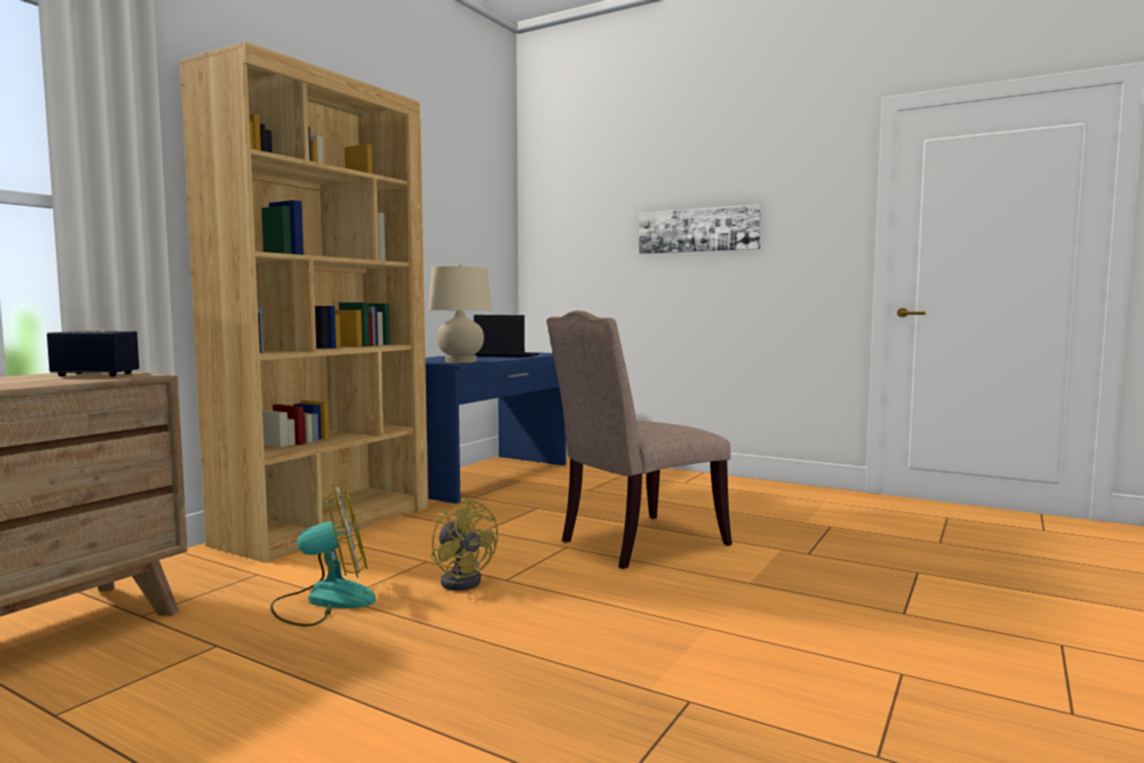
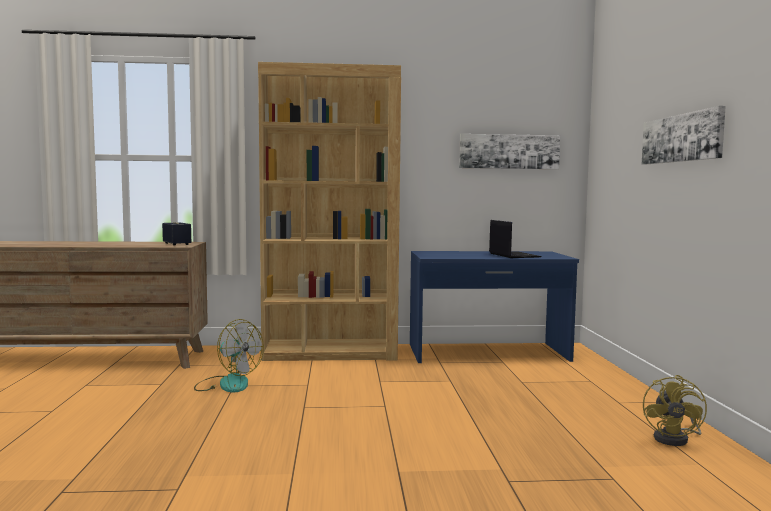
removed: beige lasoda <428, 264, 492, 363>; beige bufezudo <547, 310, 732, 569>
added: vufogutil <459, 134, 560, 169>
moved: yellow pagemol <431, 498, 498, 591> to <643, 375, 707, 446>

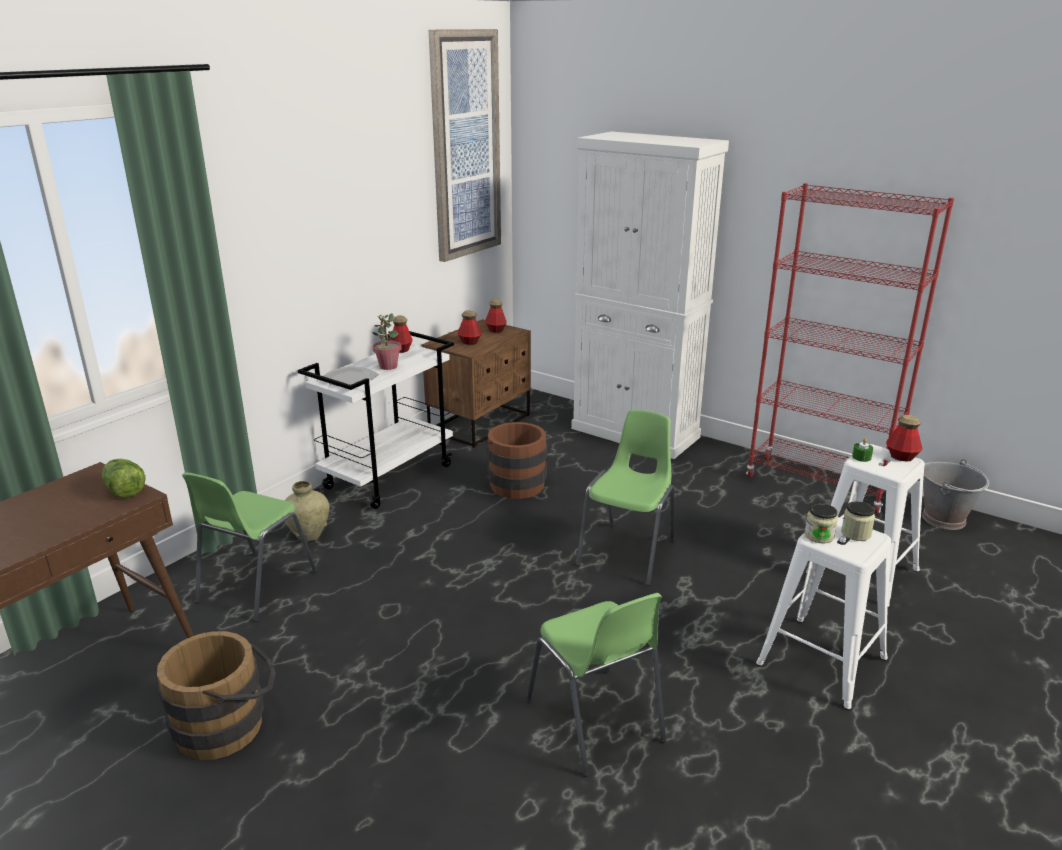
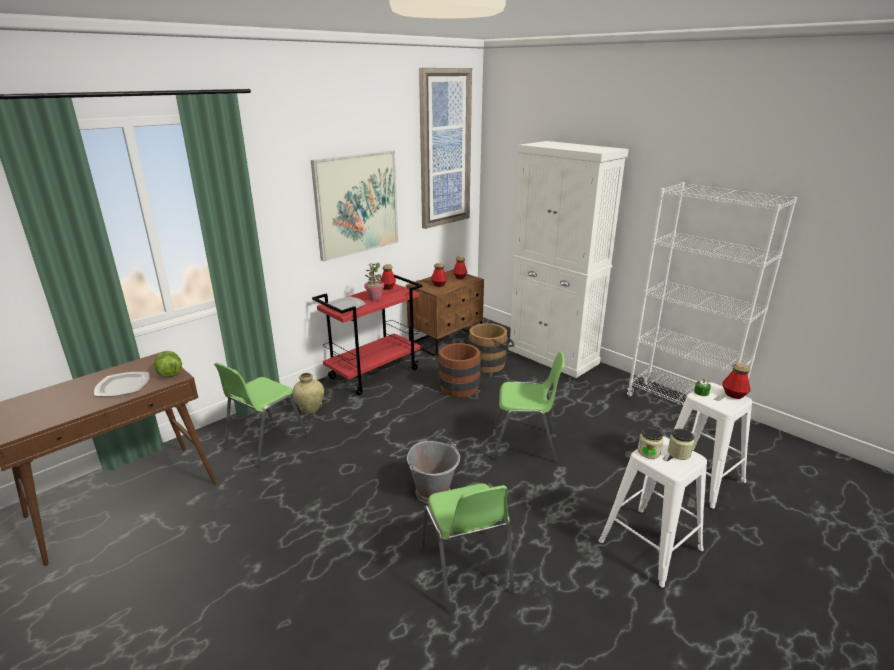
added: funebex <94, 372, 149, 396>; vufogutil <311, 151, 398, 261>
moved: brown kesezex <157, 631, 276, 760> to <468, 323, 515, 373>; grey kesezex <922, 459, 989, 530> to <407, 441, 460, 504>
recoloured: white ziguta <298, 331, 454, 509> to red ziguta <312, 275, 423, 396>; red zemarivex <746, 183, 954, 514> to white zemarivex <627, 182, 797, 405>
turned: green bufezudo <576, 410, 675, 586> = <492, 351, 565, 462> 60 degrees clockwise

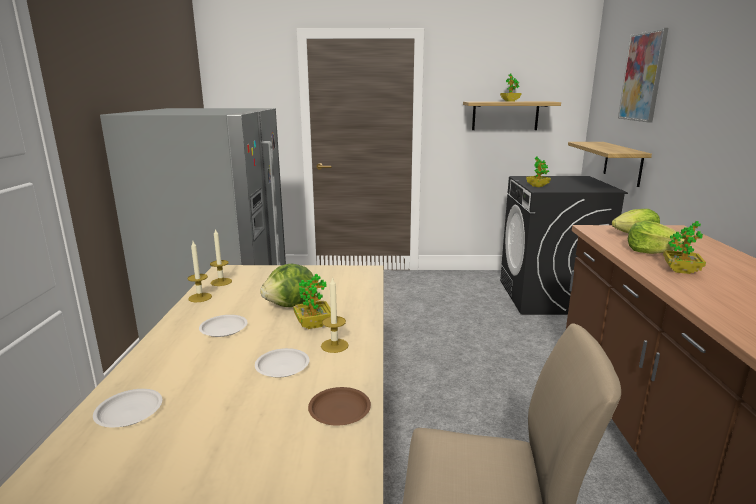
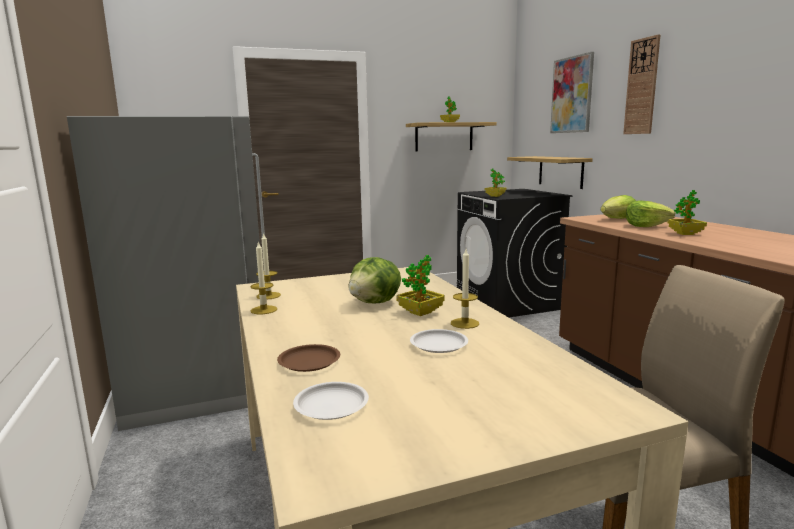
removed: white funebex <199, 315, 248, 337>
added: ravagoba <623, 34, 660, 134>
moved: brown funebex <308, 387, 371, 426> to <277, 344, 340, 372>

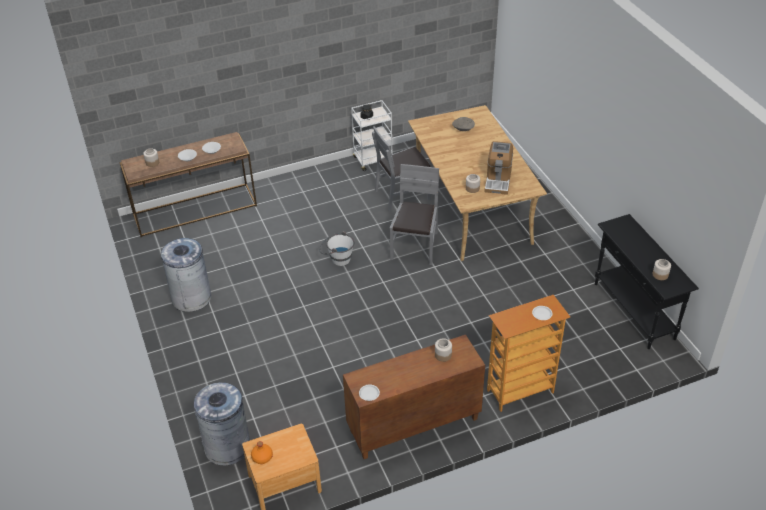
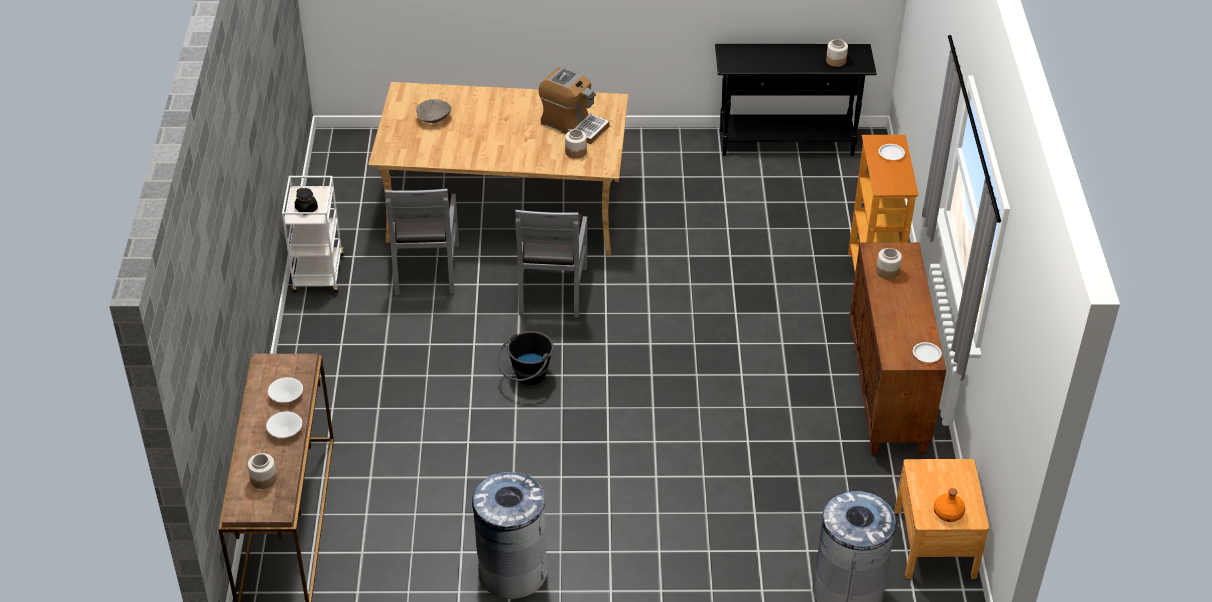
recoloured: white kesezex <319, 231, 354, 266> to black kesezex <497, 331, 554, 385>
turned: grey bufezudo <390, 164, 439, 265> = <515, 210, 587, 318> 120 degrees counterclockwise

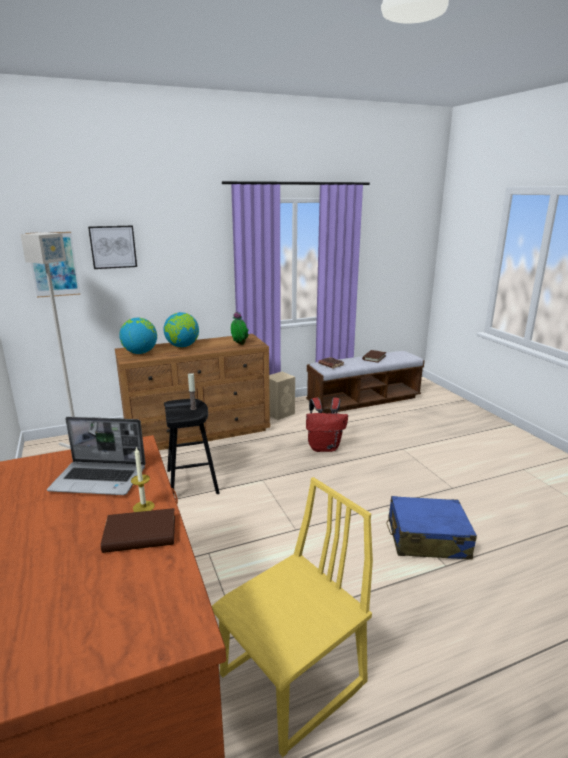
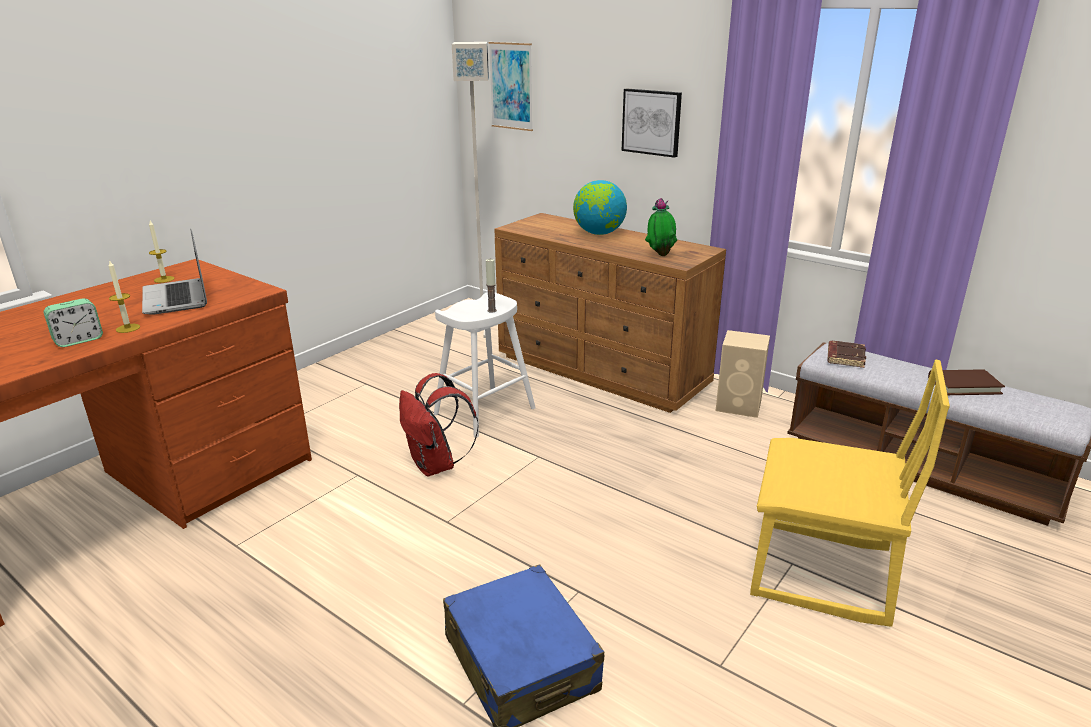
removed: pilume <119, 318, 157, 354>
added: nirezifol <149, 220, 175, 283>
moved: vufogutil <88, 226, 137, 269> to <622, 89, 682, 158>; yellow bufezudo <212, 477, 373, 757> to <750, 360, 950, 627>; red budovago <306, 397, 348, 452> to <399, 373, 479, 477>
replaced: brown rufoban <101, 508, 175, 553> to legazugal <44, 298, 103, 347>
recoloured: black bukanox <165, 399, 219, 494> to white bukanox <434, 292, 536, 438>

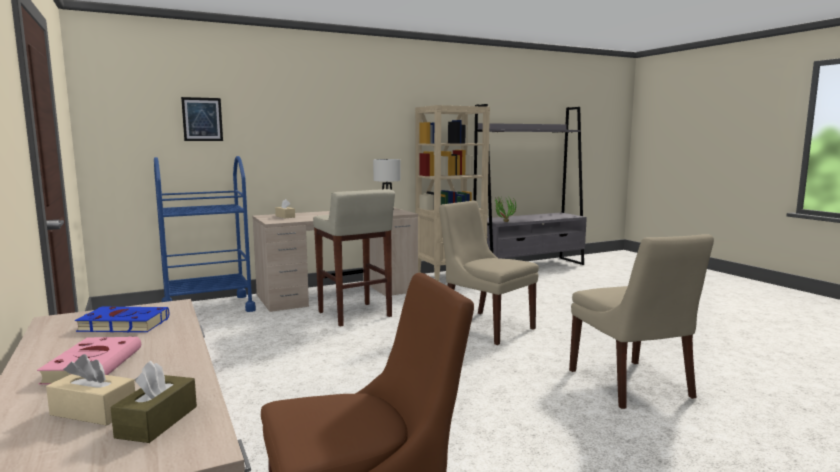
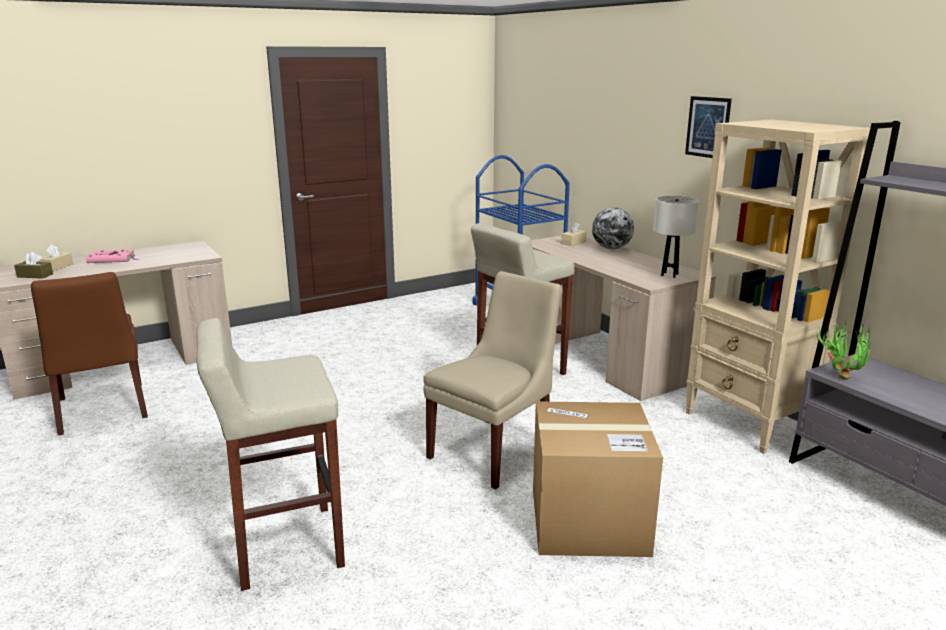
removed: blue rufoban <75, 307, 169, 332>
added: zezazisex <533, 401, 663, 557>; pilume <592, 207, 634, 249>
moved: vufogutil <181, 97, 223, 141> to <685, 96, 732, 158>
replaced: beige bufezudo <569, 234, 714, 409> to beige bukanox <196, 318, 345, 591>

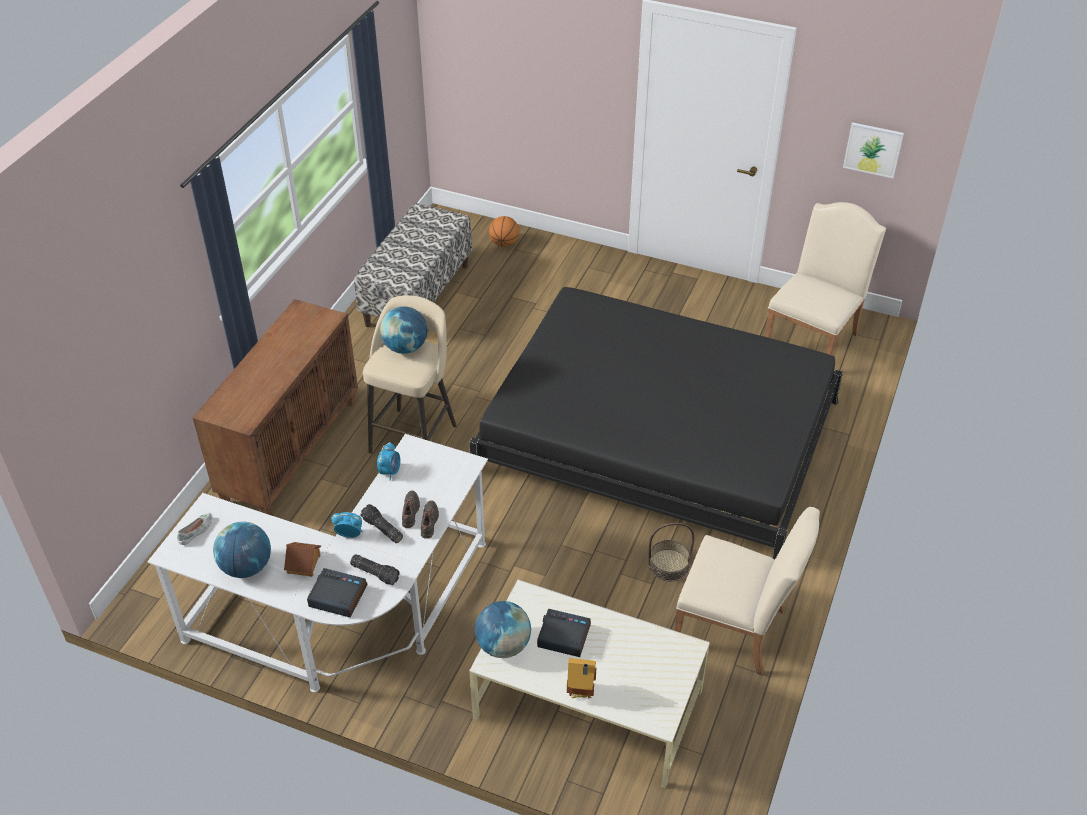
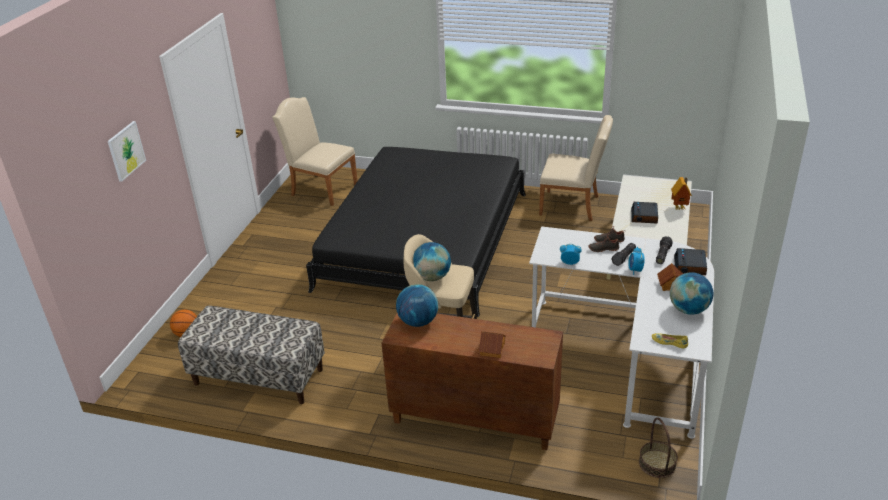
added: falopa <479, 331, 506, 358>
moved: pilume <475, 601, 531, 658> to <396, 284, 438, 327>; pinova <648, 523, 694, 582> to <639, 417, 678, 478>; vufogutil <843, 122, 904, 178> to <108, 121, 146, 182>
recoloured: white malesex <177, 513, 213, 545> to yellow malesex <652, 333, 688, 348>
turned: beige bufezudo <674, 507, 820, 676> = <539, 115, 613, 221> 90 degrees clockwise

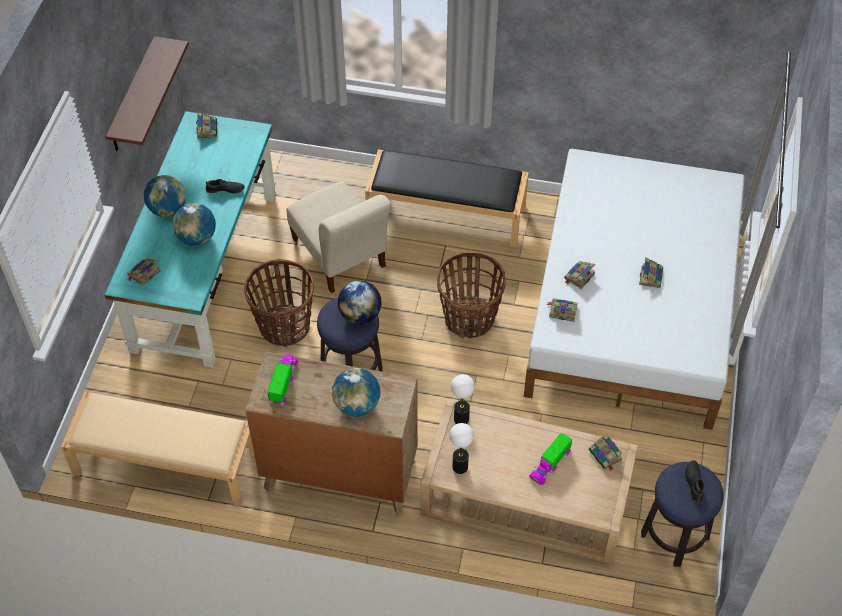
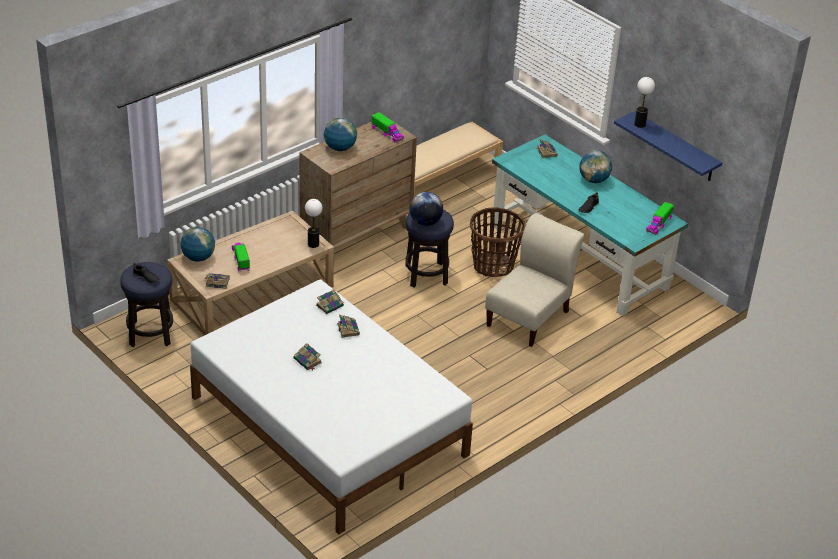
removed: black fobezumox <365, 149, 529, 247>; pinova <437, 252, 506, 338>
moved: pilume <173, 203, 216, 245> to <181, 227, 215, 262>; lasoda <450, 423, 474, 474> to <634, 77, 655, 128>
replaced: rufoban <196, 113, 217, 139> to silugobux <646, 202, 674, 235>
recoloured: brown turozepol <106, 36, 189, 151> to blue turozepol <614, 111, 722, 181>
turned: beige bufezudo <286, 182, 391, 293> = <485, 213, 584, 347> 120 degrees clockwise

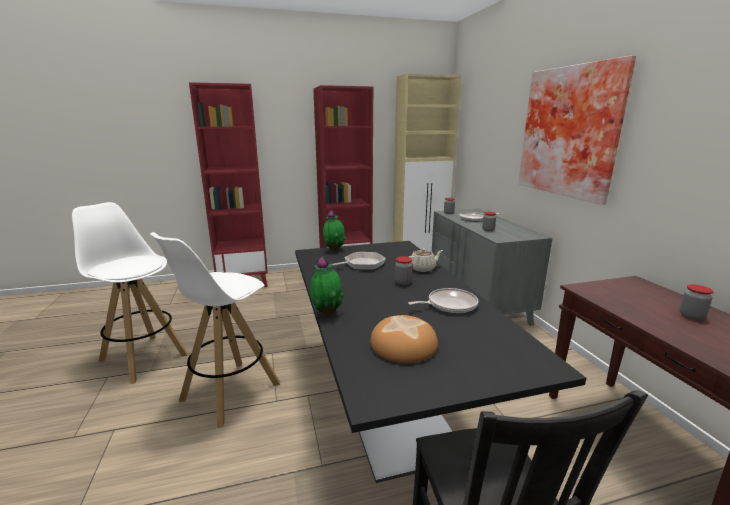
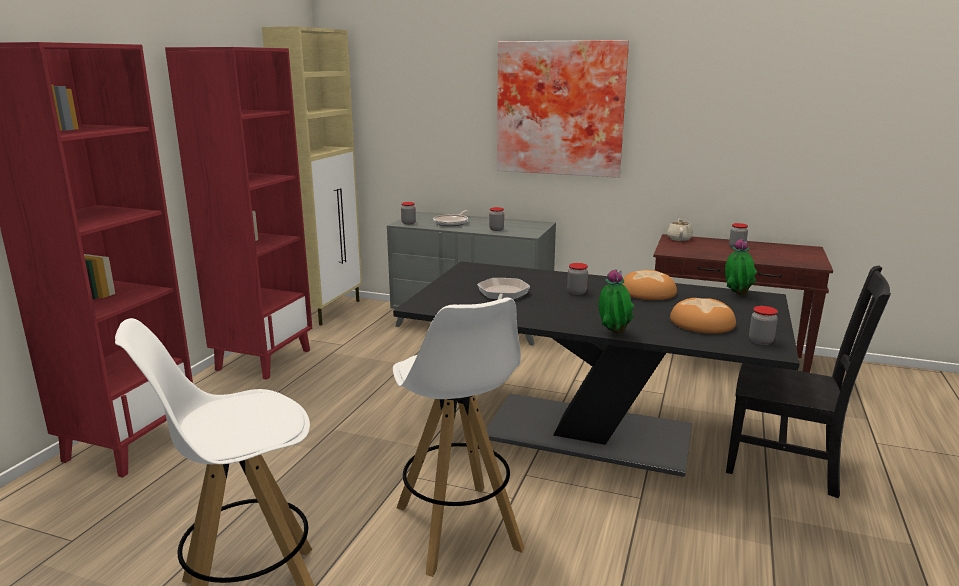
added: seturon <749, 306, 778, 345>
moved: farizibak <323, 210, 346, 251> to <725, 239, 757, 296>; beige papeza <409, 248, 443, 272> to <666, 219, 693, 241>
replaced: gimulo <408, 288, 478, 314> to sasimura <622, 270, 677, 300>

